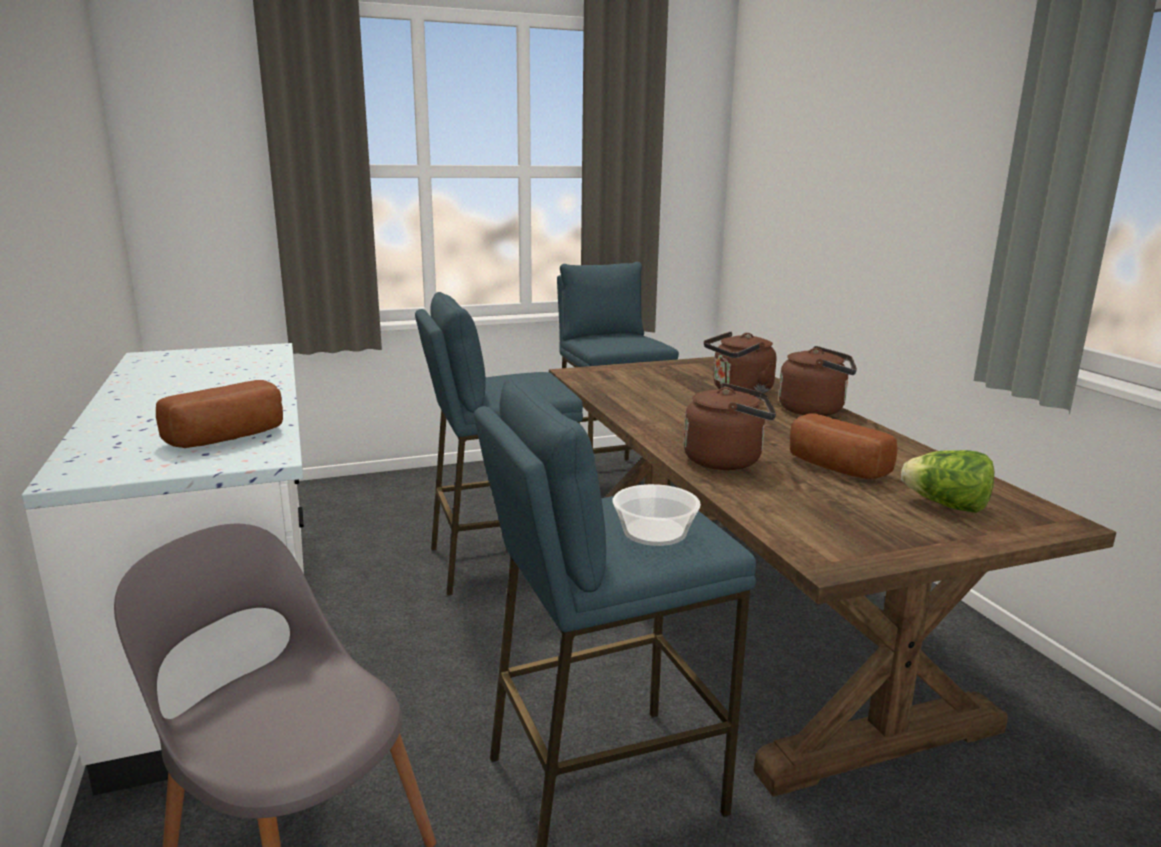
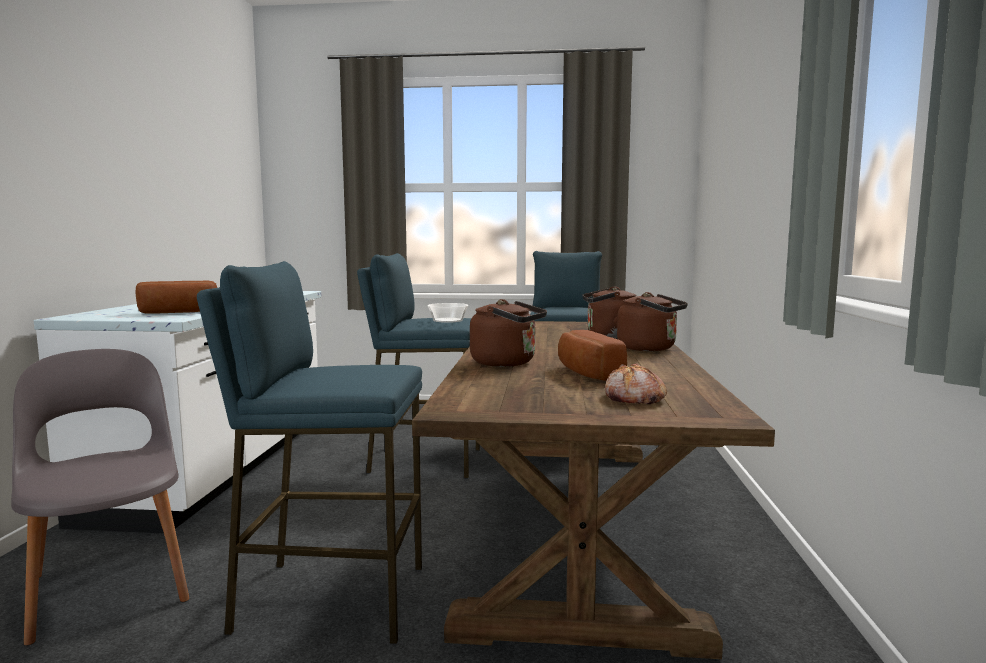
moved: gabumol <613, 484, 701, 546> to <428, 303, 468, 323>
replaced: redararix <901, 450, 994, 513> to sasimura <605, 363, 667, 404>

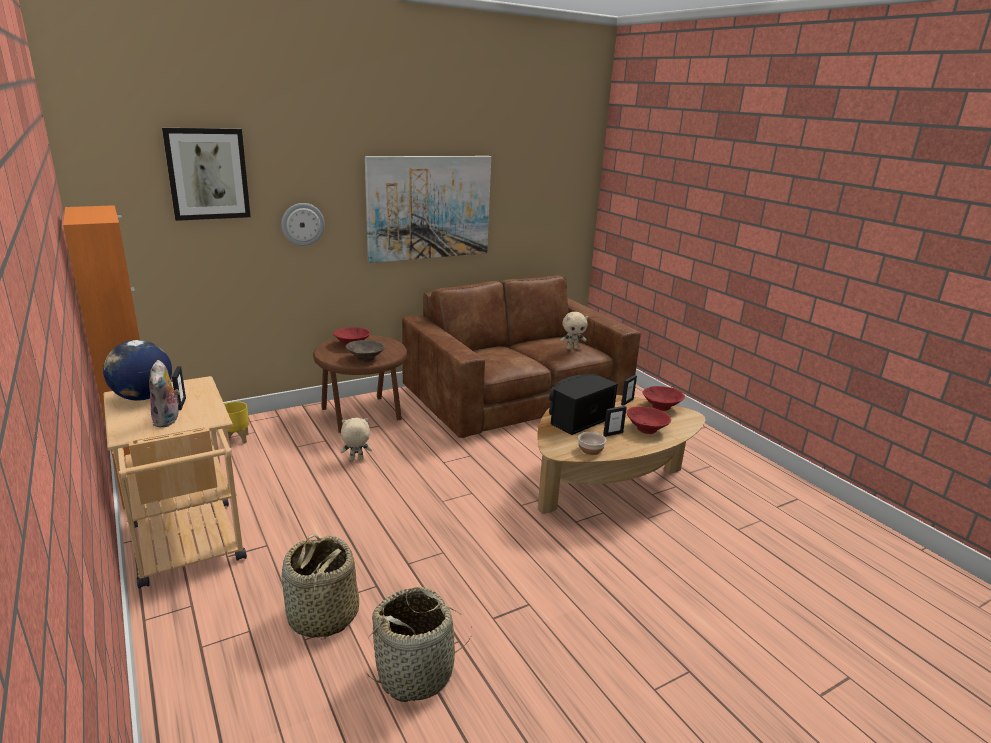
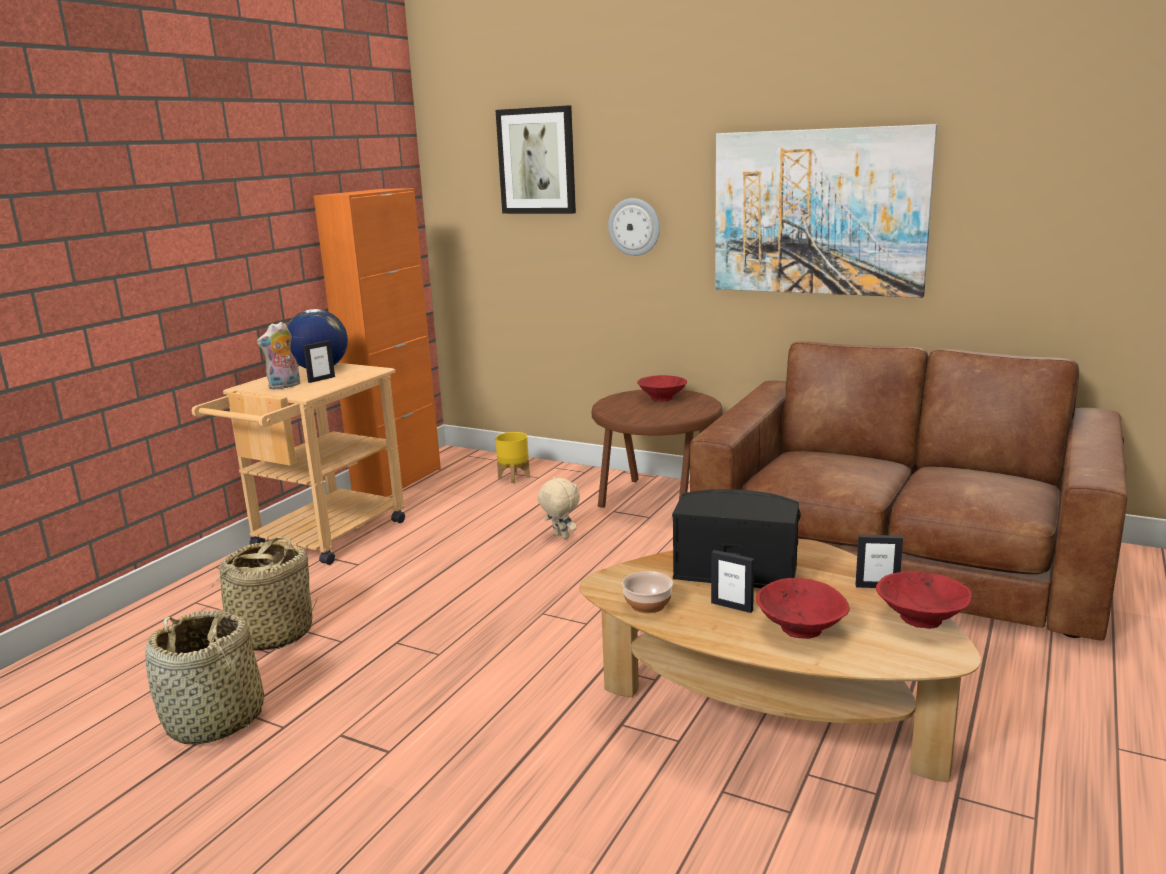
removed: brown gabumol <345, 340, 385, 362>; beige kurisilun <560, 312, 588, 349>

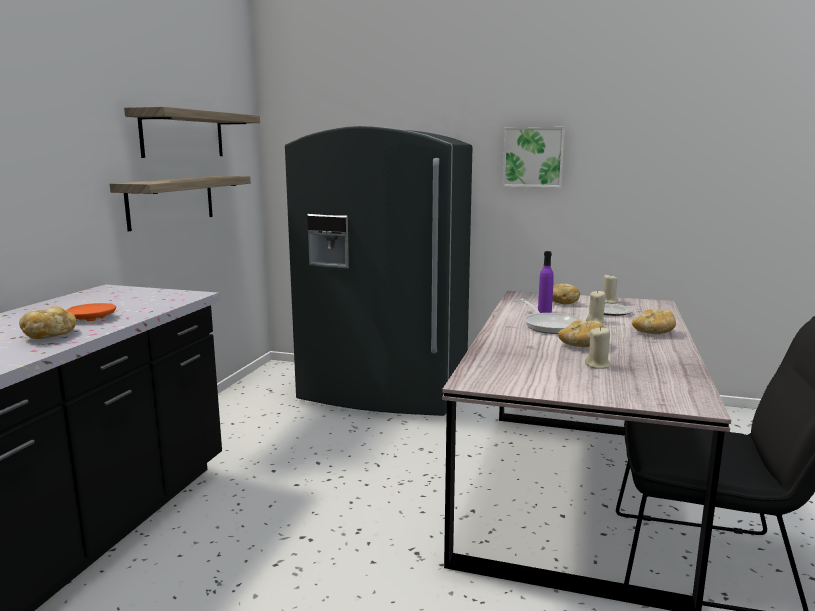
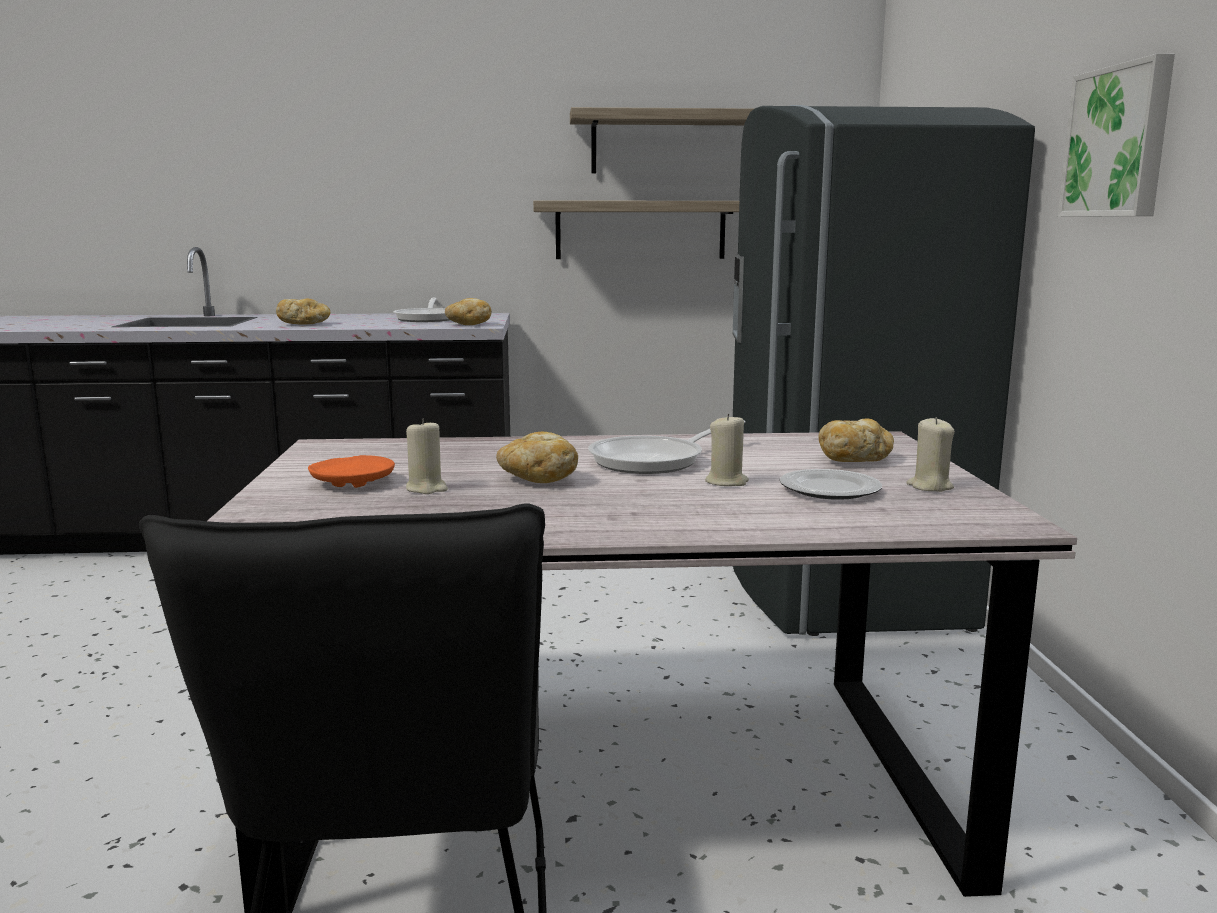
removed: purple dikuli <538, 251, 554, 313>
added: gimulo <393, 298, 450, 322>
moved: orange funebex <66, 303, 116, 321> to <308, 455, 395, 488>; sasimura <632, 309, 676, 334> to <445, 298, 492, 325>

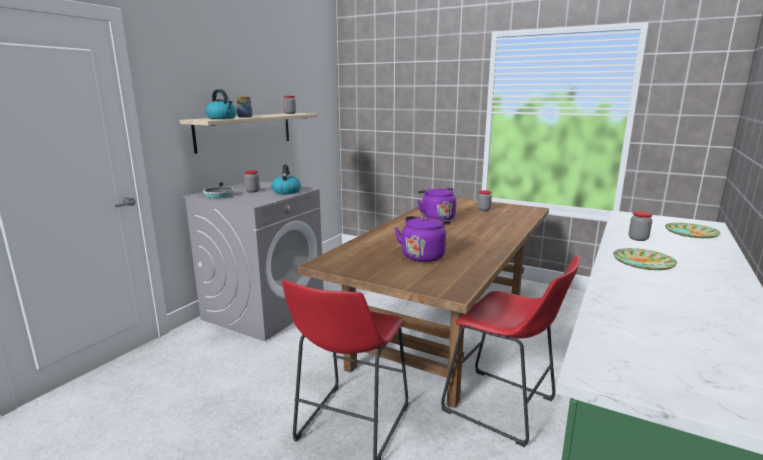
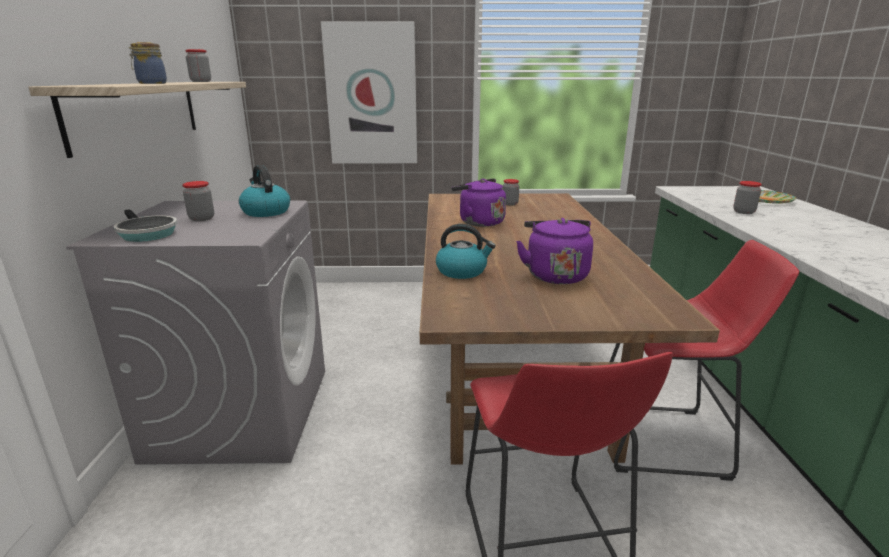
removed: funebex <613, 248, 677, 270>
added: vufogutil <321, 21, 417, 164>
moved: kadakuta <205, 89, 237, 119> to <436, 224, 496, 279>

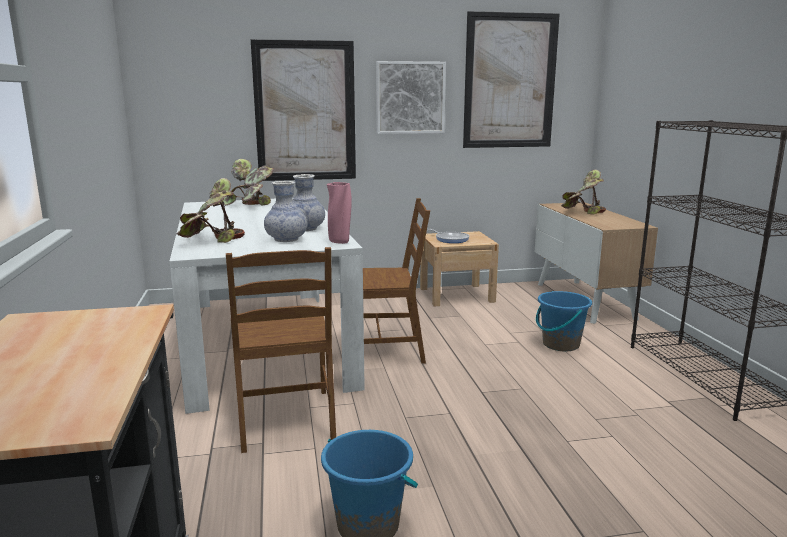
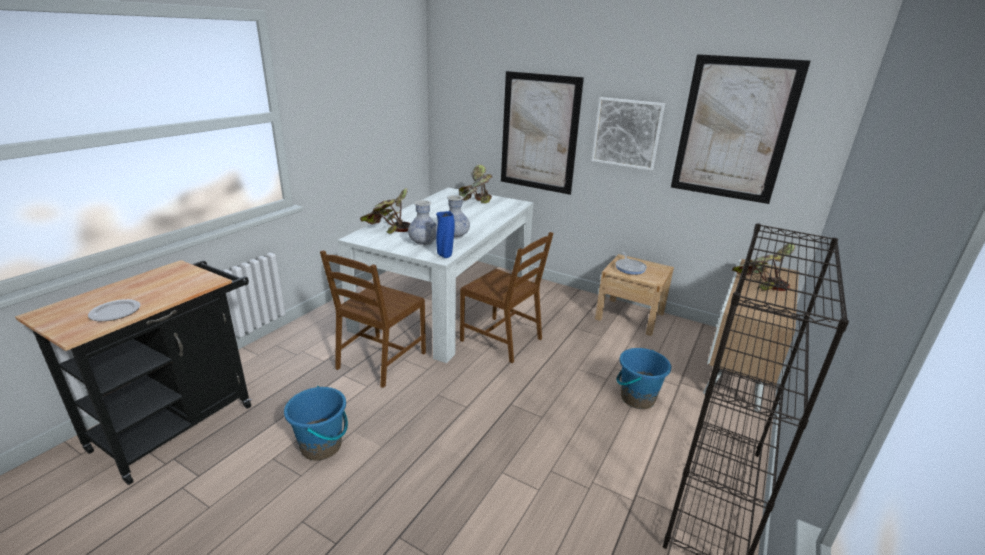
added: funebex <88, 299, 140, 321>
recoloured: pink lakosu <327, 182, 352, 244> to blue lakosu <436, 211, 455, 258>

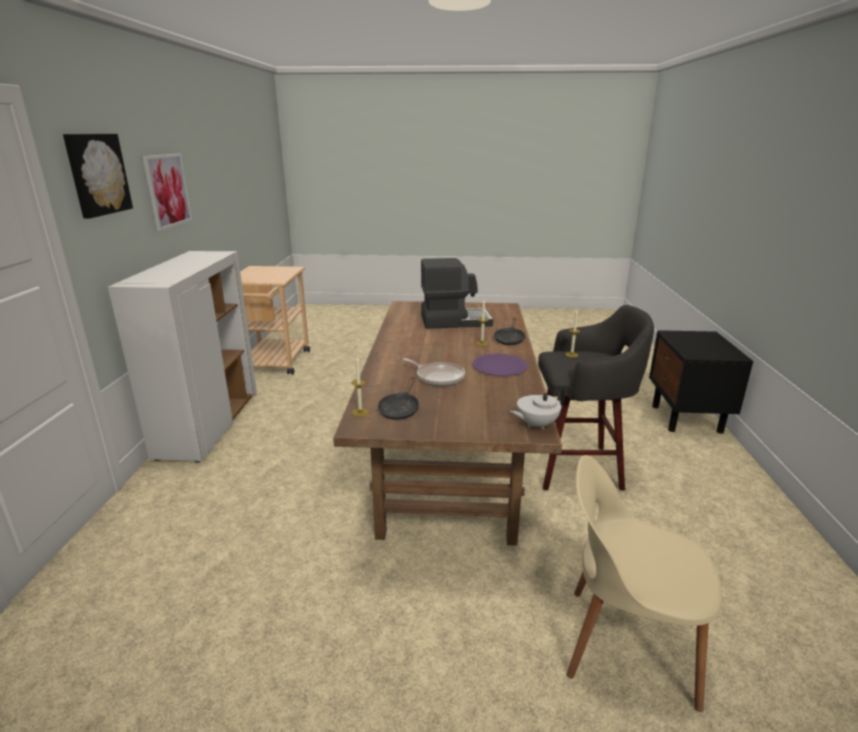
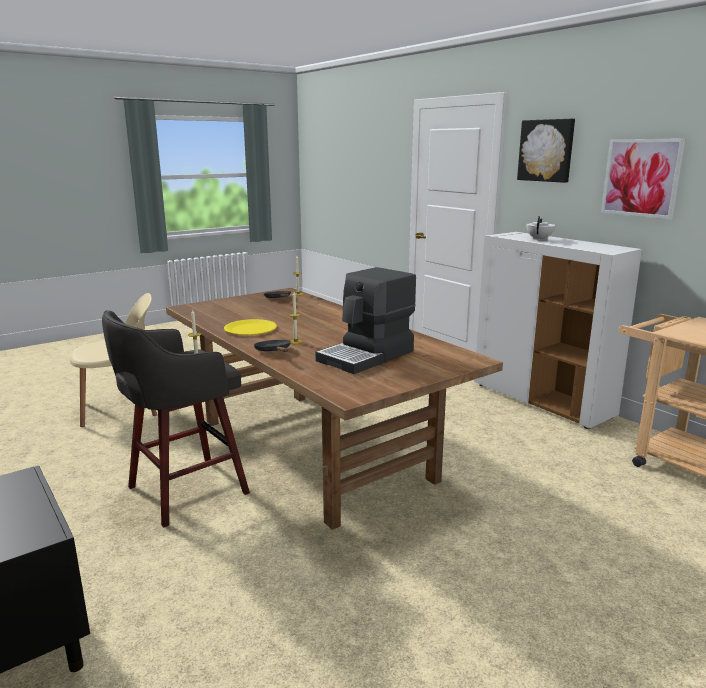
removed: gimulo <403, 358, 465, 386>
moved: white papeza <510, 386, 565, 429> to <526, 216, 555, 241>
recoloured: purple funebex <472, 354, 528, 376> to yellow funebex <224, 319, 277, 335>

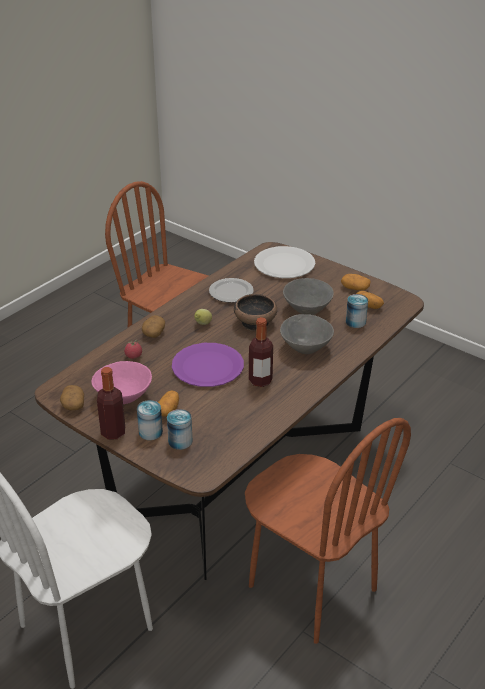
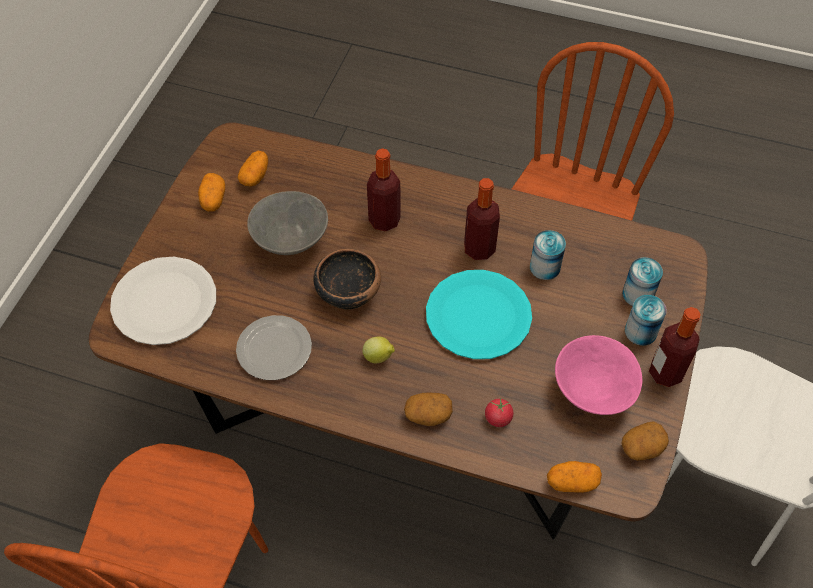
moved: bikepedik <158, 391, 179, 417> to <547, 461, 602, 493>; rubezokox <346, 294, 368, 328> to <530, 230, 566, 280>
replaced: grey gabumol <280, 314, 334, 354> to dikuli <367, 148, 401, 231>
recoloured: purple funebex <172, 343, 244, 387> to turquoise funebex <426, 270, 532, 359>

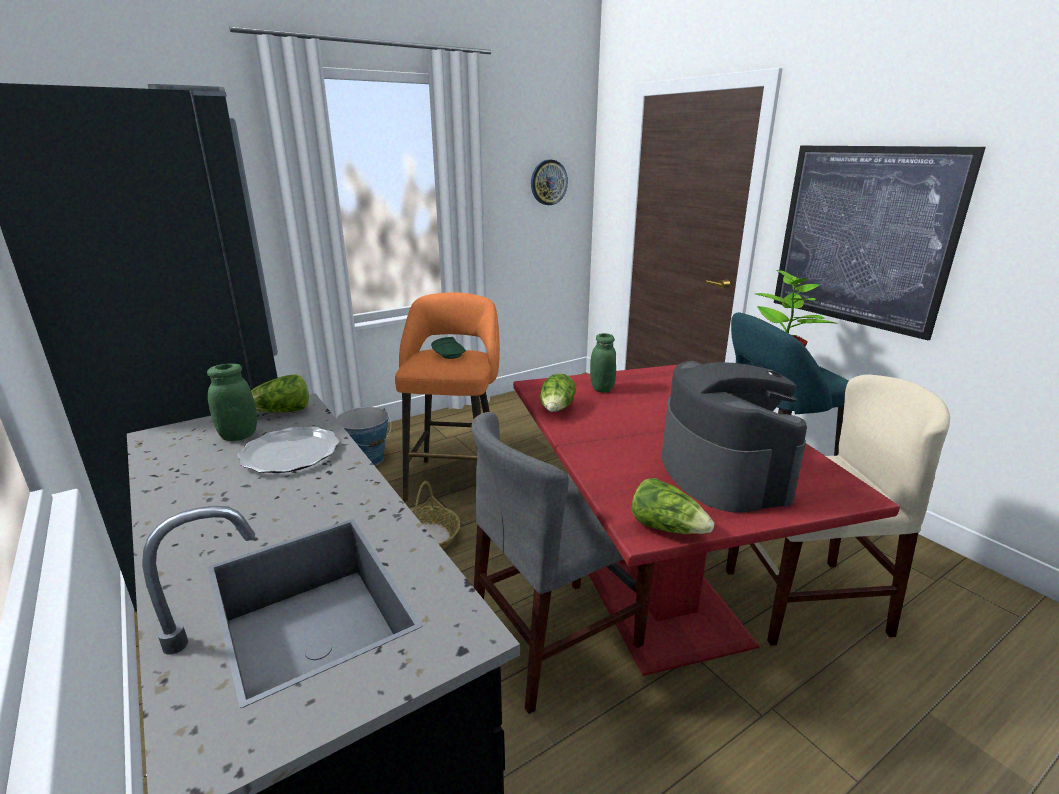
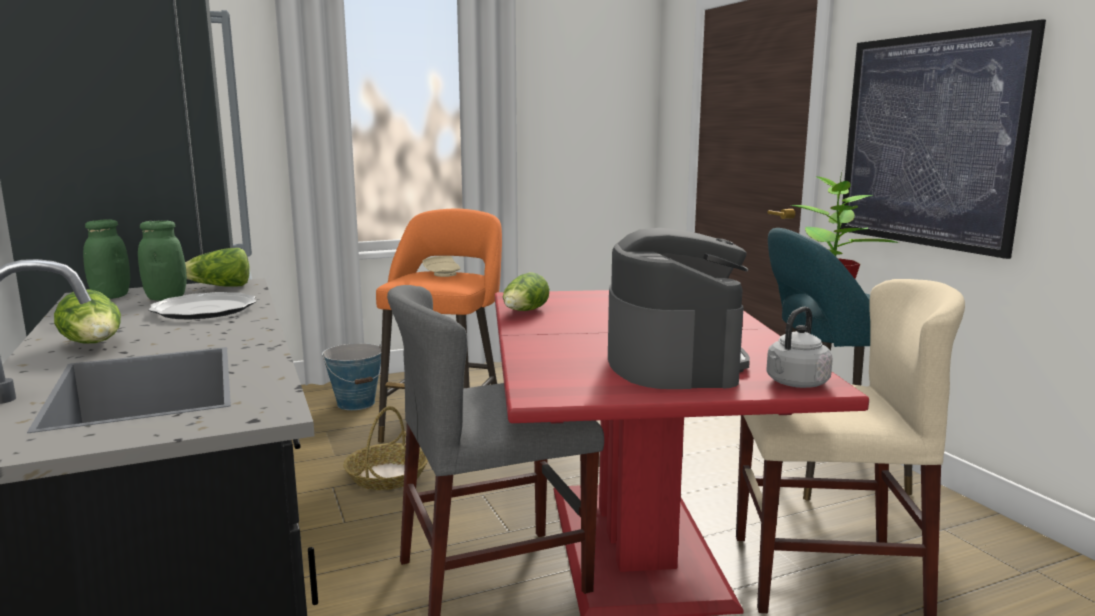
removed: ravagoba <531, 160, 568, 205>
added: grey kadakuta <766, 307, 833, 388>
moved: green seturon <590, 333, 616, 392> to <83, 219, 130, 299>; redararix <632, 478, 714, 534> to <54, 289, 121, 343>
recoloured: green funebex <431, 337, 466, 359> to beige funebex <423, 256, 460, 277>

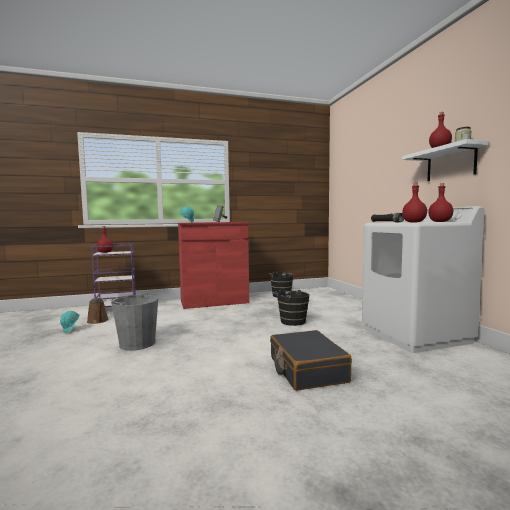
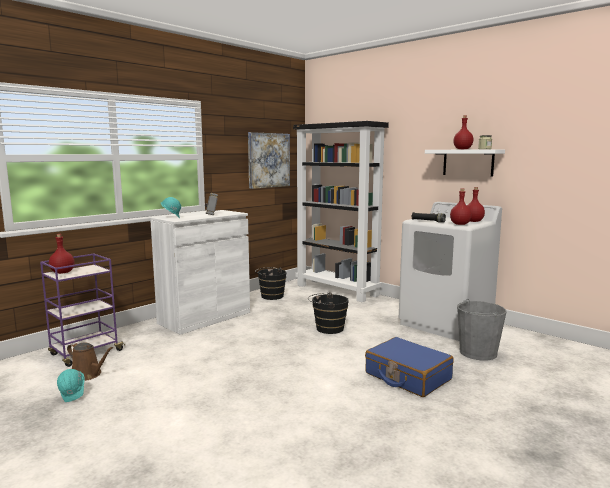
added: vufogutil <248, 132, 290, 189>; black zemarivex <293, 121, 389, 302>
moved: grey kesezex <111, 292, 158, 351> to <457, 299, 507, 361>
recoloured: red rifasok <178, 222, 249, 309> to white rifasok <150, 210, 250, 335>; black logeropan <270, 330, 352, 391> to blue logeropan <365, 337, 454, 397>

